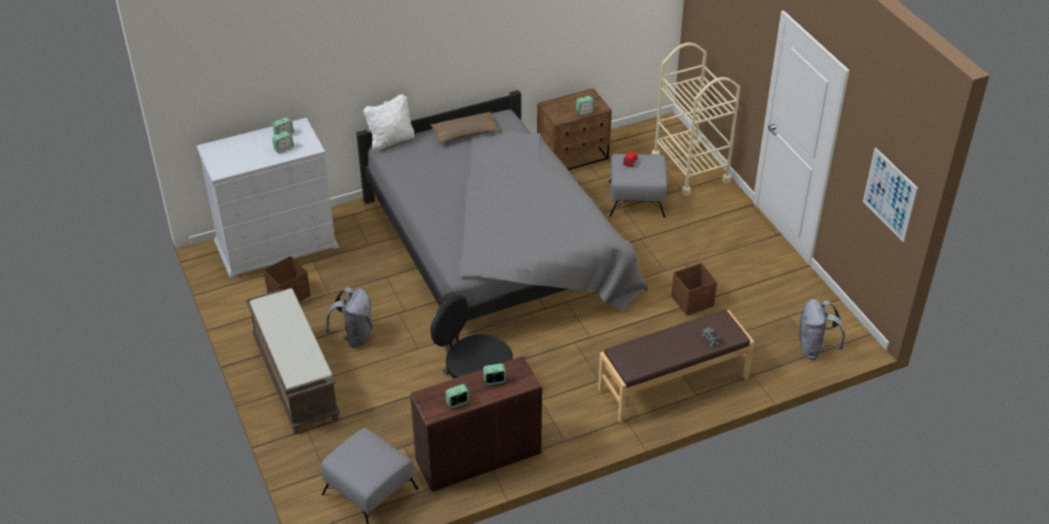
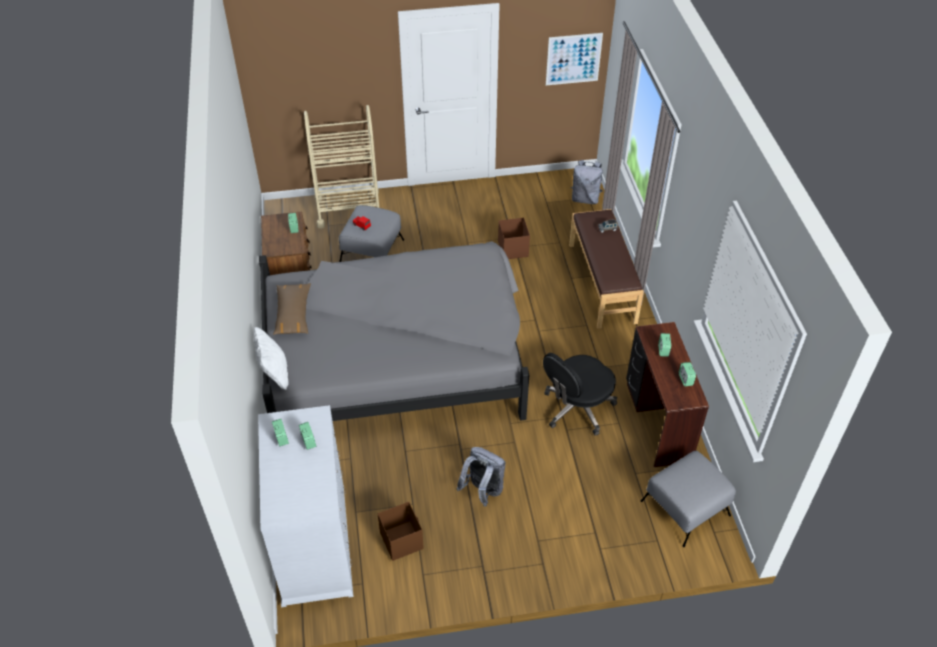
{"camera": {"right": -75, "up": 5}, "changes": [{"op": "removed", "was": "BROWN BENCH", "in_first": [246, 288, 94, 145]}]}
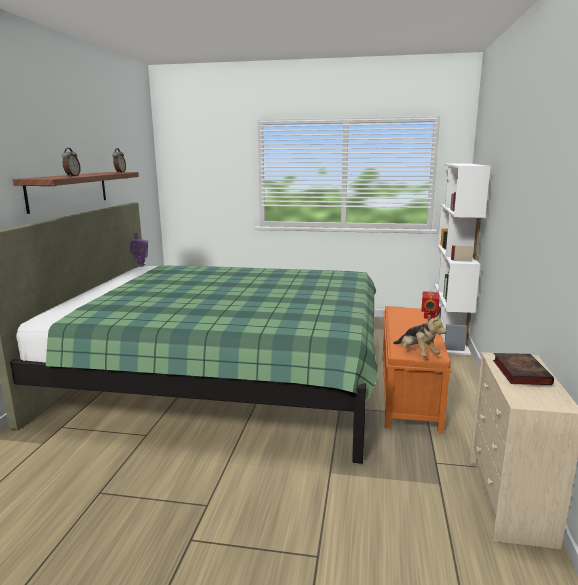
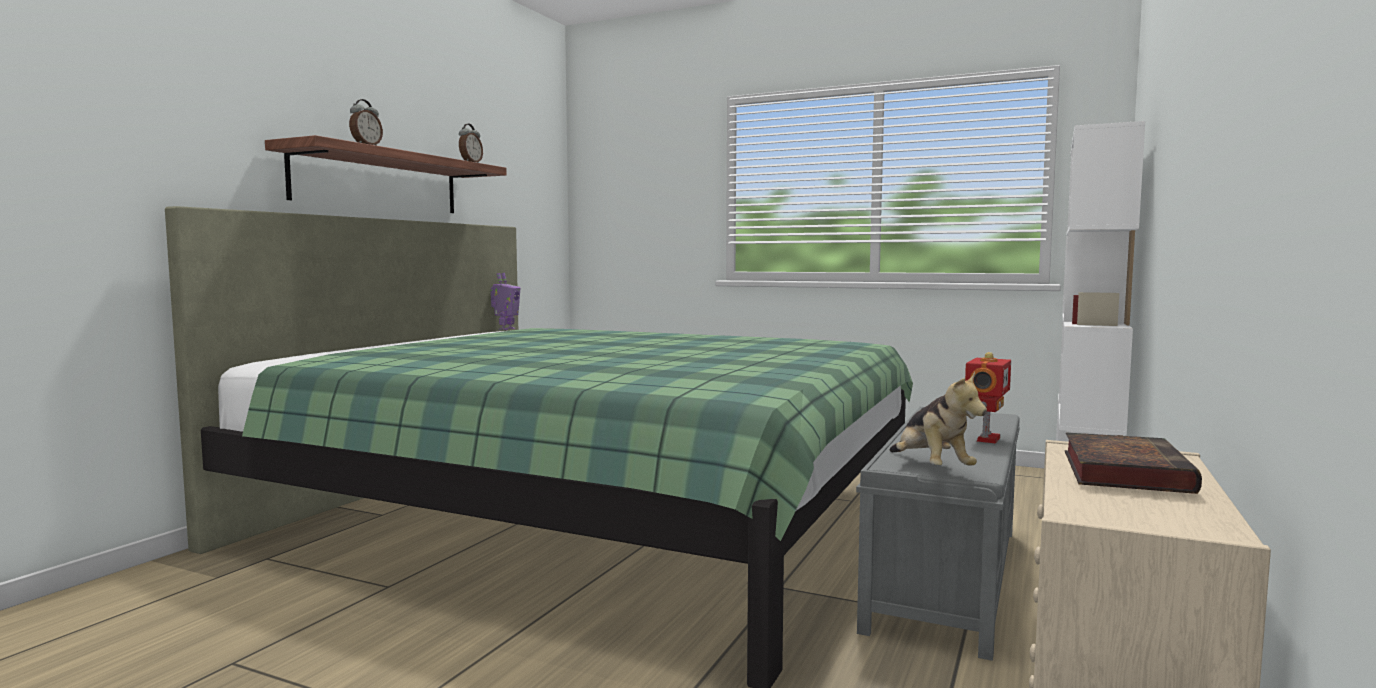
{"camera": {"right": 15, "up": -10}, "changes": [{"op": "recoloured", "was": "ORANGE BENCH", "now": "GREY BENCH", "in_first": [383, 306, 69, 127], "in_second": [856, 407, 164, 254]}]}
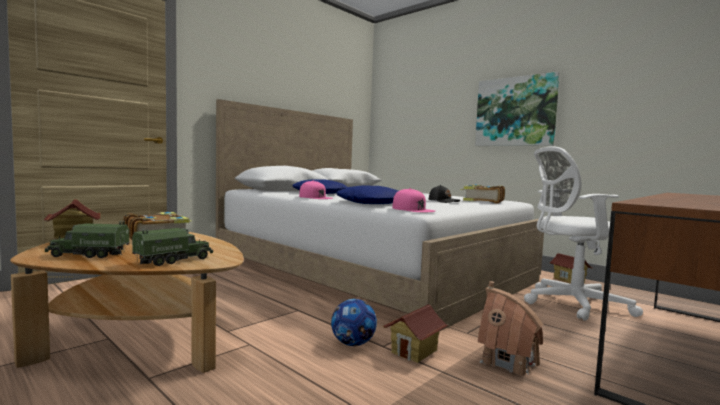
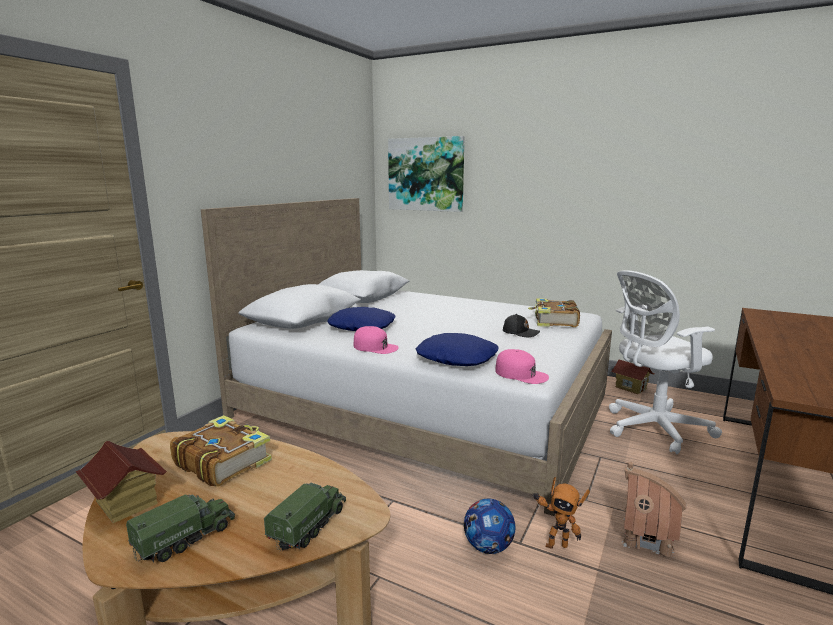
{"camera": {"right": -15, "up": 10}, "changes": [{"op": "moved", "was": "PICTURE", "in_first": [475, 72, 85, 74], "in_second": [388, 136, 77, 76]}, {"op": "replaced", "was": "TOY HOUSE", "now": "TOY ROBOT", "in_first": [383, 304, 65, 59], "in_second": [532, 477, 58, 72]}, {"op": "turned", "was": "TOY TRUCK", "in_first": [44, 220, 86, 38], "in_second": [126, 494, 109, 68], "clockwise": 150}]}
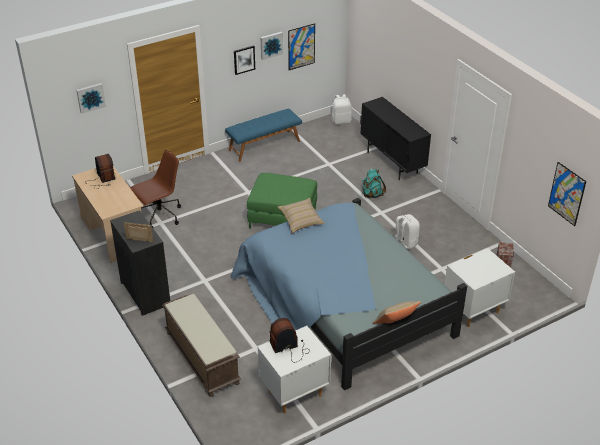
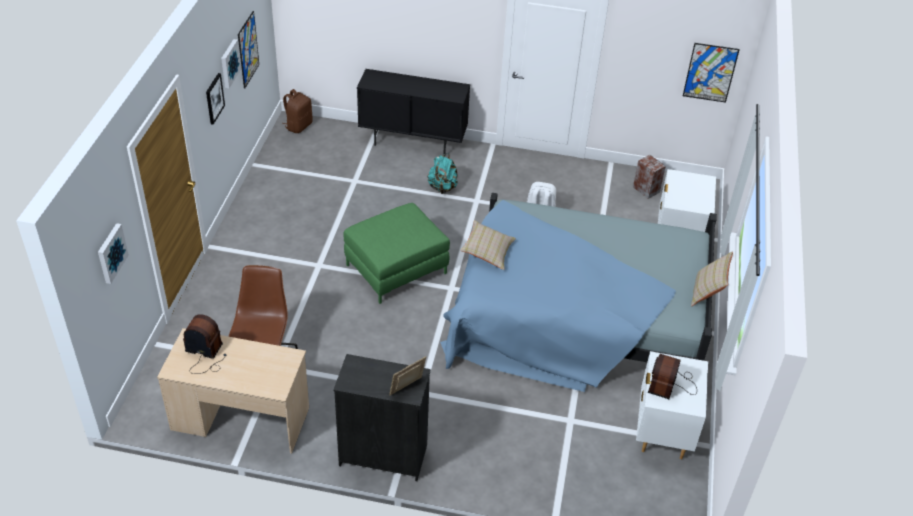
{"camera": {"right": -50, "up": 5}, "changes": [{"op": "removed", "was": "BROWN BENCH", "in_first": [162, 293, 79, 104]}, {"op": "removed", "was": "BLUE BENCH", "in_first": [225, 109, 77, 53]}, {"op": "recoloured", "was": "WHITE BACKPACK", "now": "BROWN BACKPACK", "in_first": [331, 94, 21, 31], "in_second": [282, 89, 31, 44]}]}
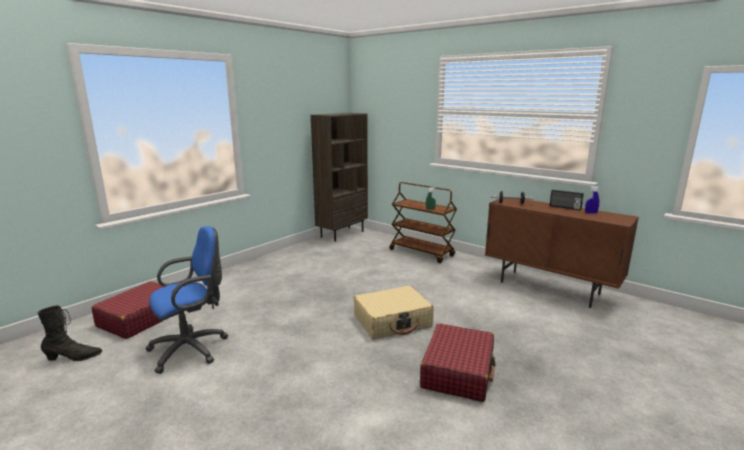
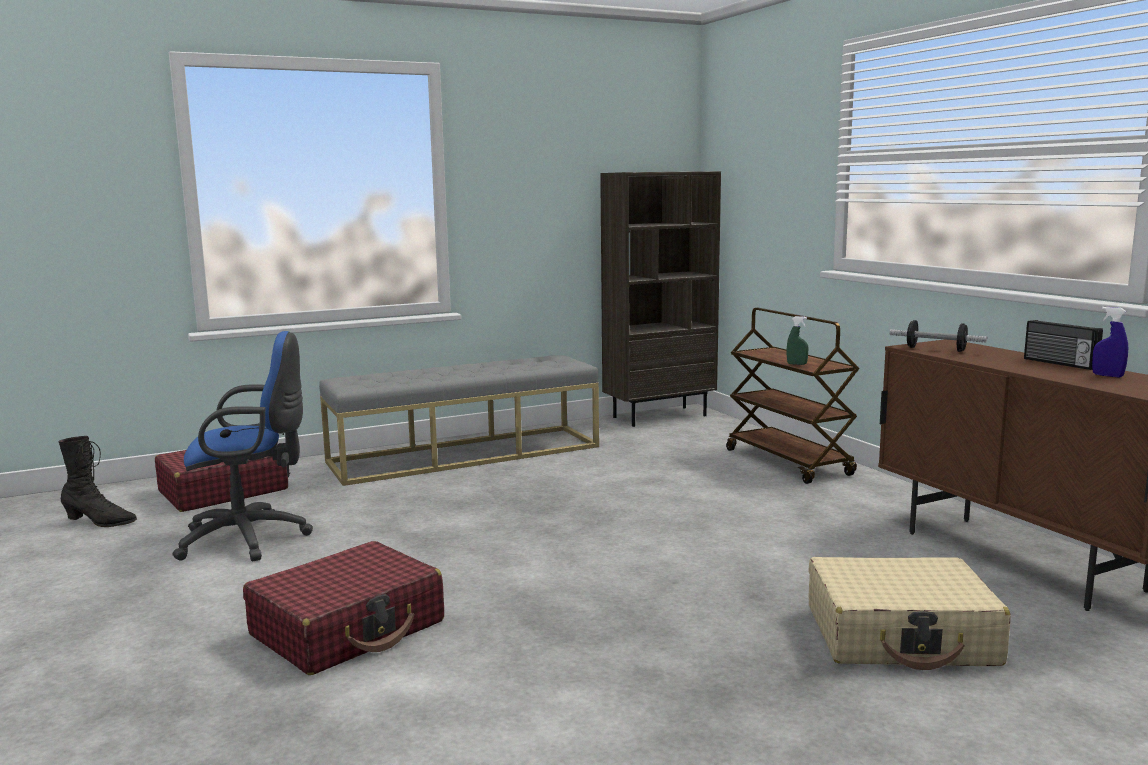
{"camera": {"right": 25, "up": -5}, "changes": [{"op": "added", "now": "GREY BENCH", "in_second": [319, 355, 280, 131]}, {"op": "moved", "was": "BEIGE SUITCASE", "in_first": [354, 286, 80, 53], "in_second": [808, 557, 203, 113]}, {"op": "moved", "was": "RED SUITCASE", "in_first": [420, 323, 76, 79], "in_second": [243, 541, 201, 134]}]}
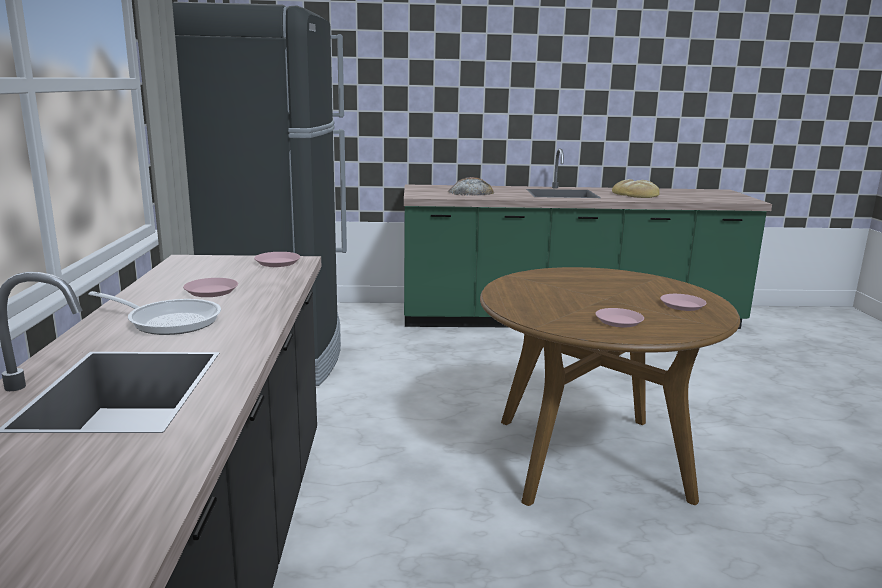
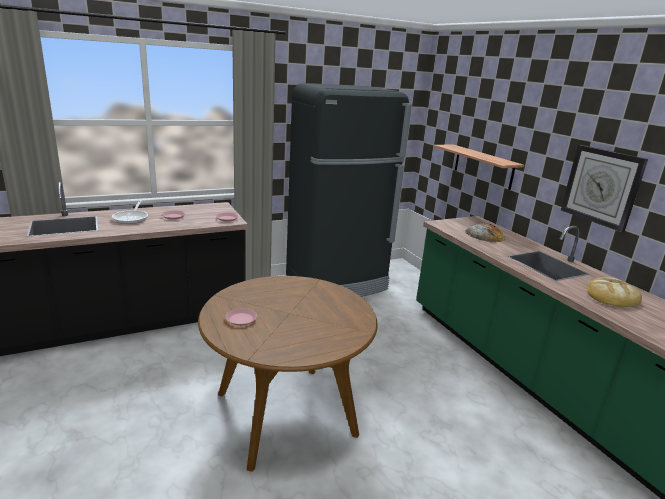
{"camera": {"right": 65, "up": 5}, "changes": [{"op": "removed", "was": "PINK PLATE", "in_first": [660, 294, 47, 17]}, {"op": "added", "now": "SHELF", "in_second": [434, 144, 90, 46]}, {"op": "added", "now": "WALL CLOCK", "in_second": [561, 145, 87, 87]}]}
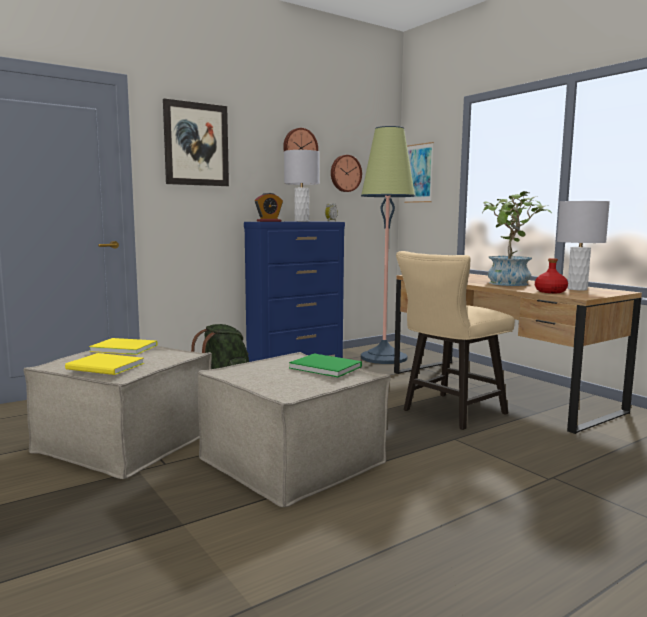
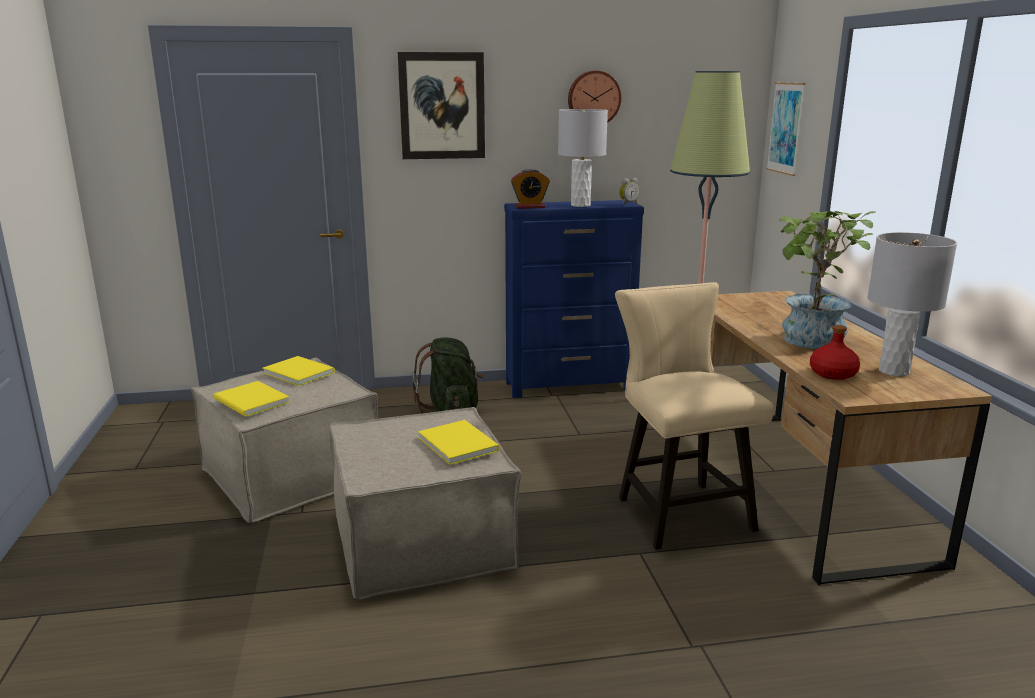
{"camera": {"right": 25, "up": 10}, "changes": [{"op": "removed", "was": "WALL CLOCK", "in_first": [331, 155, 31, 37]}, {"op": "recoloured", "was": "GREEN BOOK", "now": "YELLOW BOOK", "in_first": [289, 354, 73, 23], "in_second": [418, 420, 82, 45]}, {"op": "turned", "was": "BEIGE CHAIR", "in_first": [396, 251, 119, 179], "in_second": [615, 282, 159, 268], "clockwise": 90}]}
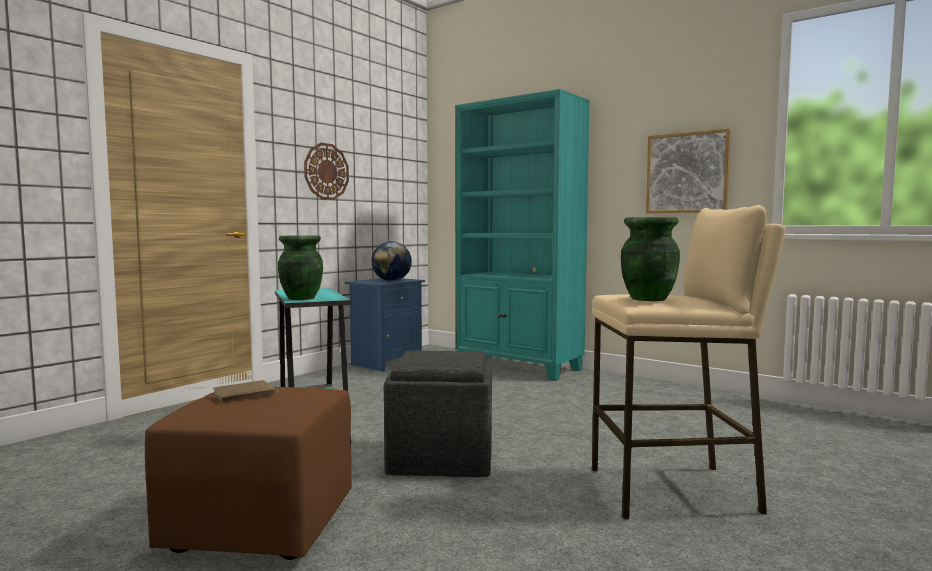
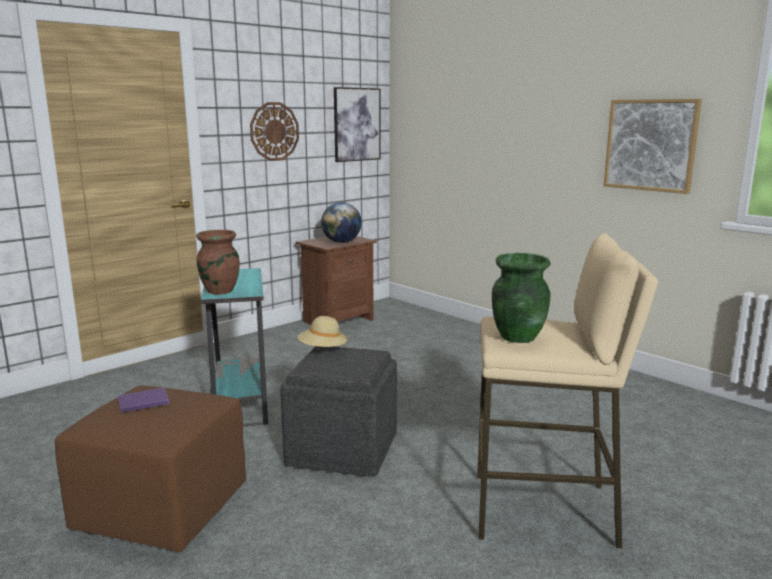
{"camera": {"right": 10, "up": 10}, "changes": [{"op": "removed", "was": "TURQUOISE BOOKCASE", "in_first": [455, 89, 135, 292]}, {"op": "added", "now": "BEIGE HAT", "in_second": [298, 316, 50, 34]}, {"op": "added", "now": "PICTURE", "in_second": [334, 87, 47, 75]}, {"op": "recoloured", "was": "BROWN BOOK", "now": "PURPLE BOOK", "in_first": [213, 380, 65, 22], "in_second": [118, 387, 53, 26]}, {"op": "recoloured", "was": "GREEN VASE", "now": "BROWN VASE", "in_first": [278, 235, 45, 65], "in_second": [196, 230, 44, 64]}, {"op": "recoloured", "was": "BLUE NIGHTSTAND", "now": "BROWN NIGHTSTAND", "in_first": [344, 278, 81, 94], "in_second": [296, 236, 81, 89]}]}
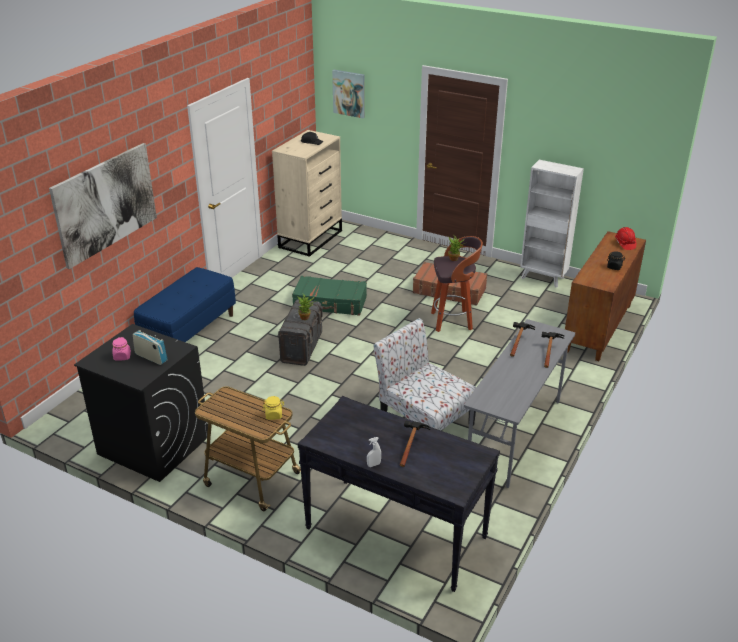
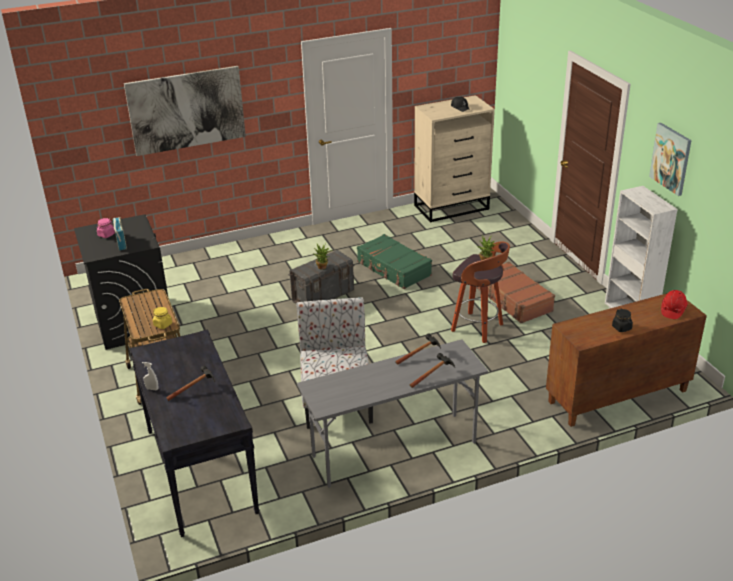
{"camera": {"right": 40, "up": 0}, "changes": [{"op": "removed", "was": "BLUE BENCH", "in_first": [134, 267, 102, 75]}, {"op": "moved", "was": "PICTURE", "in_first": [332, 70, 33, 48], "in_second": [649, 123, 42, 73]}]}
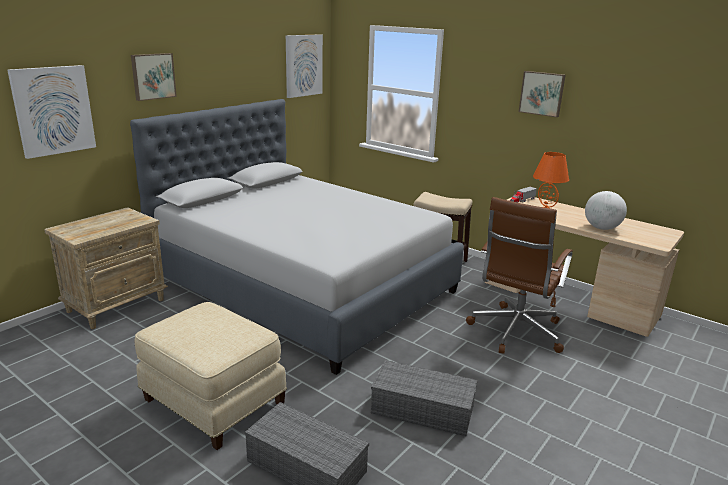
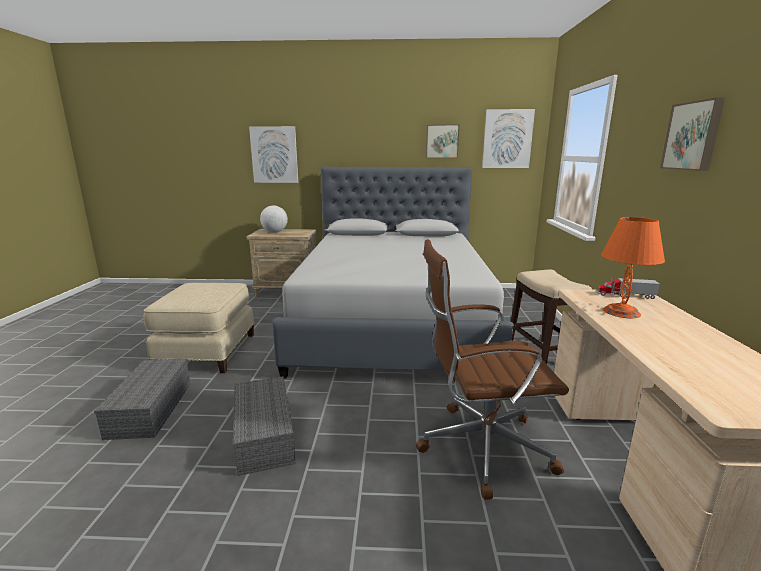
{"camera": {"right": 55, "up": -5}, "changes": [{"op": "moved", "was": "PICTURE", "in_first": [131, 53, 46, 48], "in_second": [426, 125, 33, 33]}, {"op": "moved", "was": "GLOBE", "in_first": [585, 191, 42, 39], "in_second": [260, 205, 28, 27]}]}
